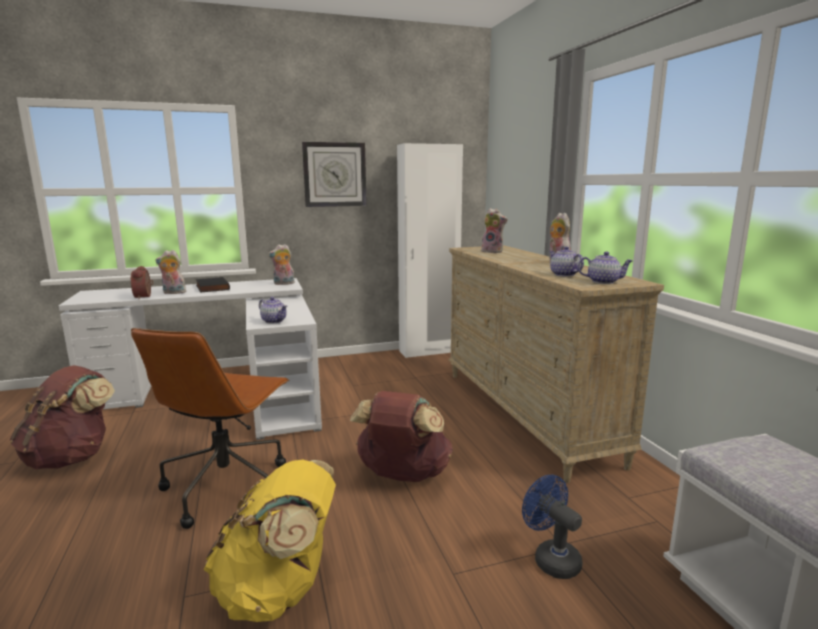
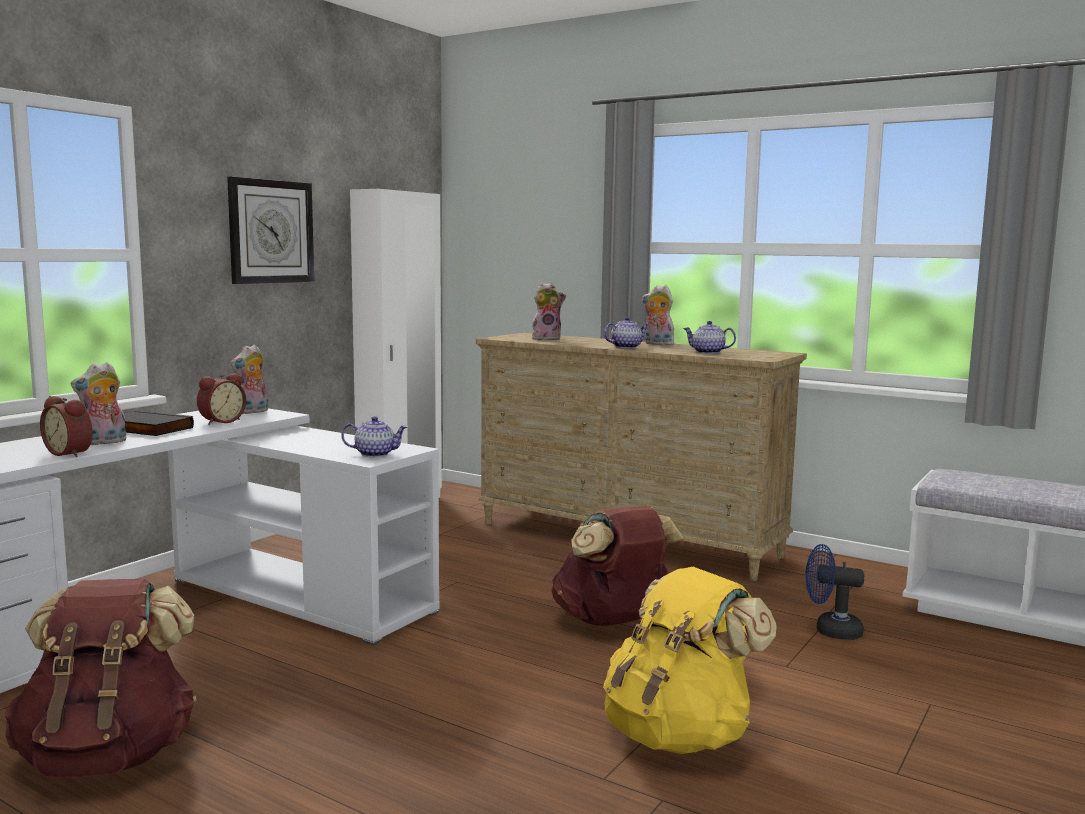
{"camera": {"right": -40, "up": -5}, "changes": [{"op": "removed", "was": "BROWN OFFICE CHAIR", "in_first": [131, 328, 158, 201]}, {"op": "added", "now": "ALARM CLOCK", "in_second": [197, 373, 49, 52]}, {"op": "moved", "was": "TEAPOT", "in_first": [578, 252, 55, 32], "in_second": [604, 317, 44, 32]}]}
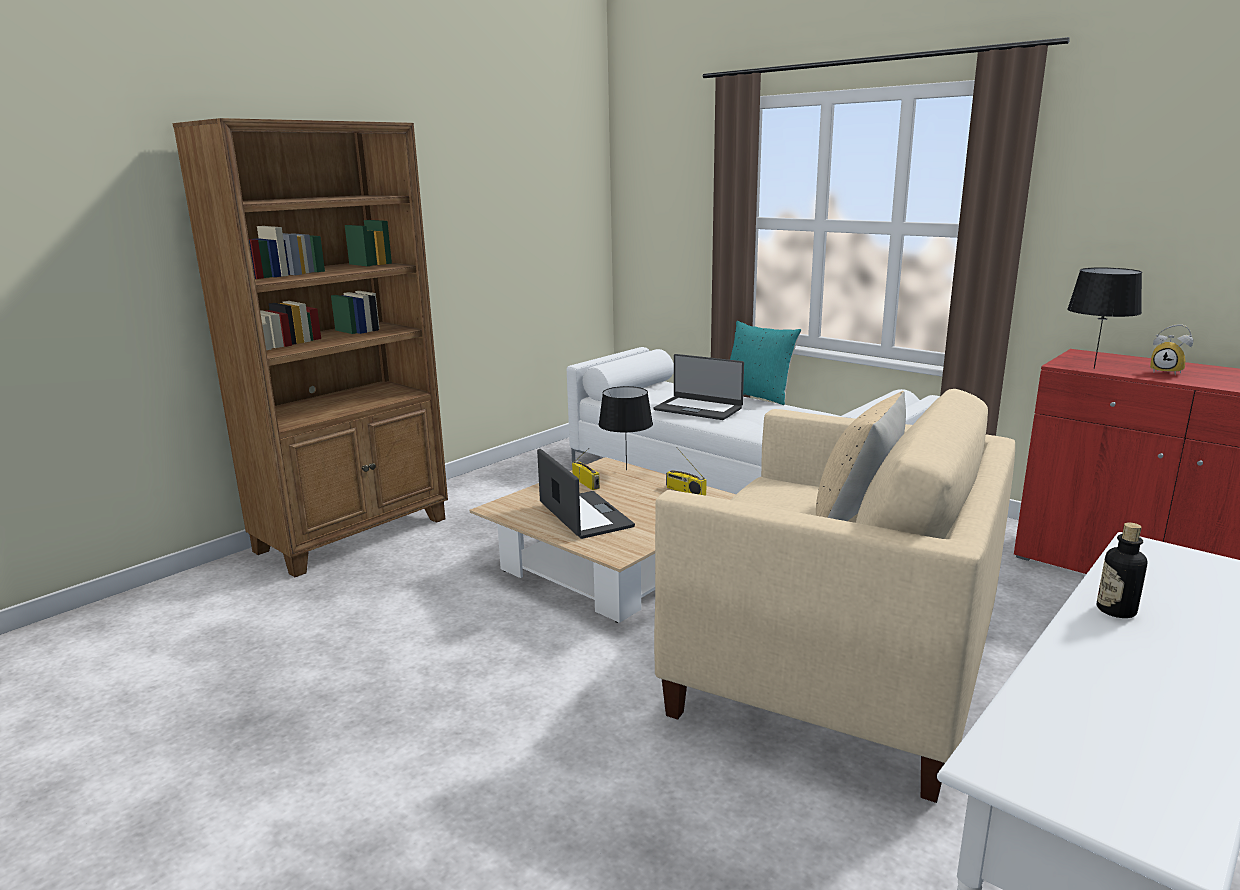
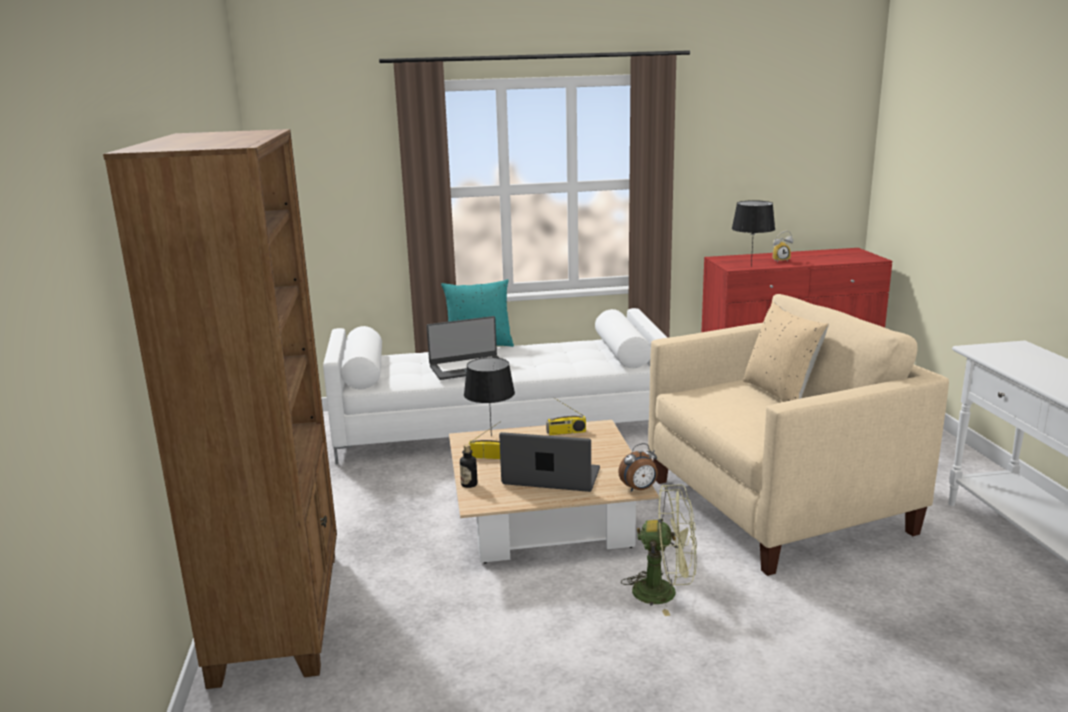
{"camera": {"right": -50, "up": 0}, "changes": [{"op": "added", "now": "ALARM CLOCK", "in_second": [618, 443, 40, 49]}, {"op": "added", "now": "GREEN FAN", "in_second": [621, 484, 76, 132]}, {"op": "moved", "was": "BOTTLE", "in_first": [1097, 522, 50, 96], "in_second": [460, 444, 17, 44]}]}
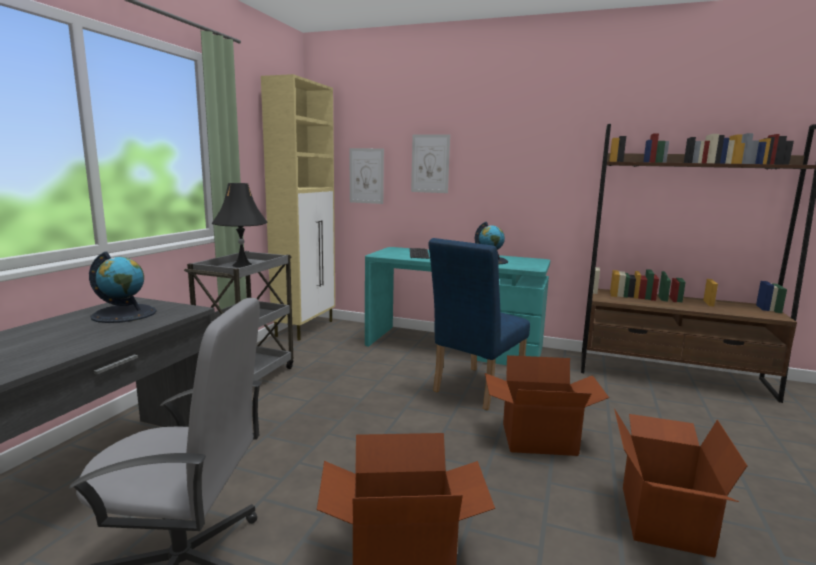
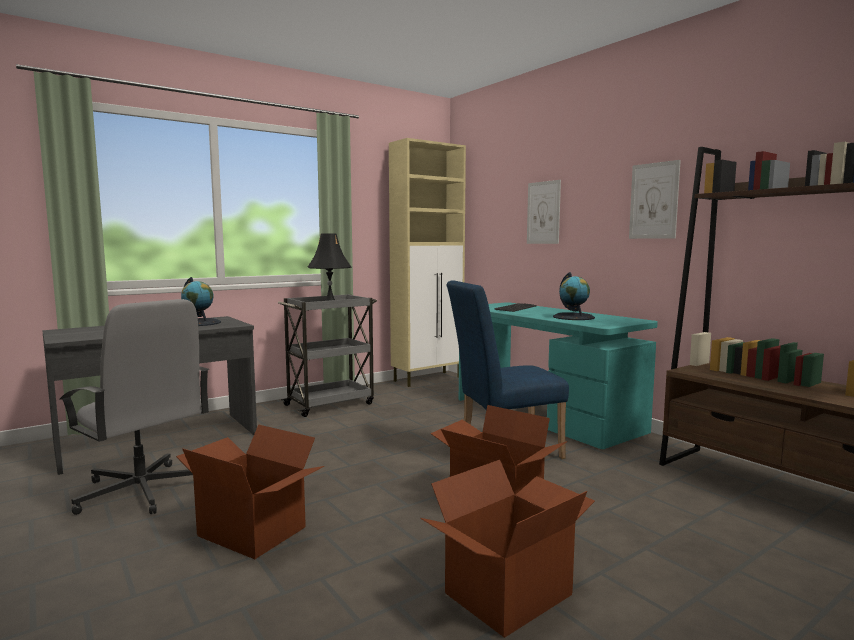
{"camera": {"right": 35, "up": -5}, "changes": [{"op": "moved", "was": "PICTURE", "in_first": [350, 148, 34, 56], "in_second": [629, 160, 52, 79]}]}
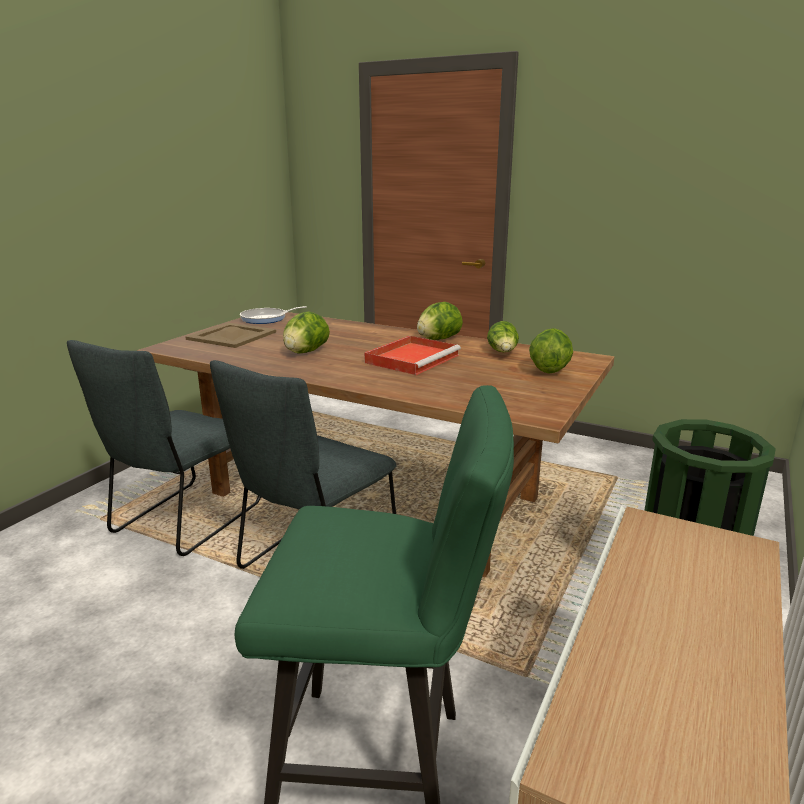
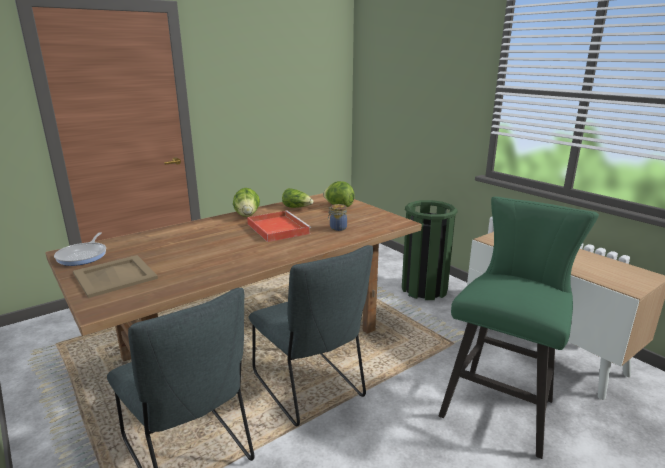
{"camera": {"right": -65, "up": 0}, "changes": [{"op": "removed", "was": "LETTUCE", "in_first": [283, 311, 47, 42]}, {"op": "added", "now": "JAR", "in_second": [328, 204, 19, 27]}]}
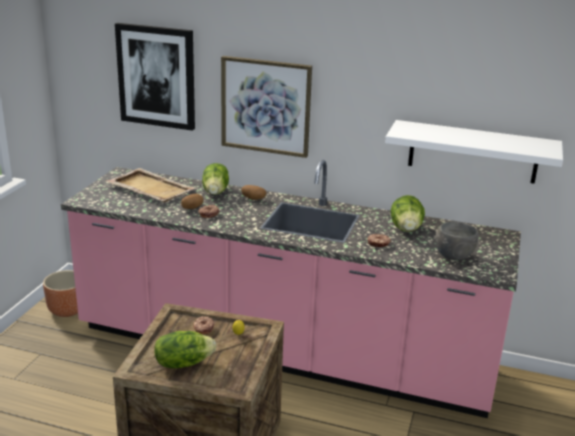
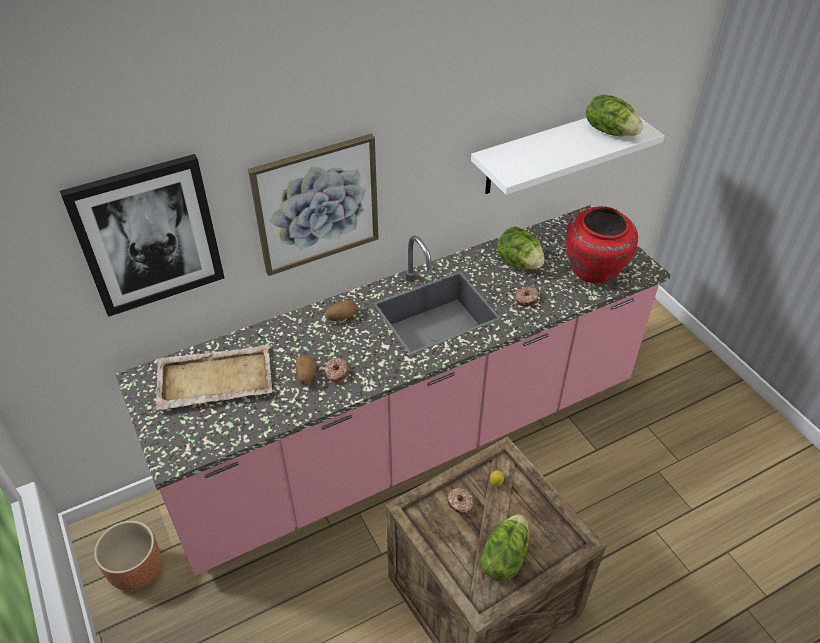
{"camera": {"right": -45, "up": 20}, "changes": [{"op": "moved", "was": "LETTUCE", "in_first": [202, 163, 27, 32], "in_second": [586, 95, 57, 41]}, {"op": "replaced", "was": "GREY BOWL", "now": "RED VASE", "in_first": [435, 221, 44, 39], "in_second": [566, 206, 72, 78]}]}
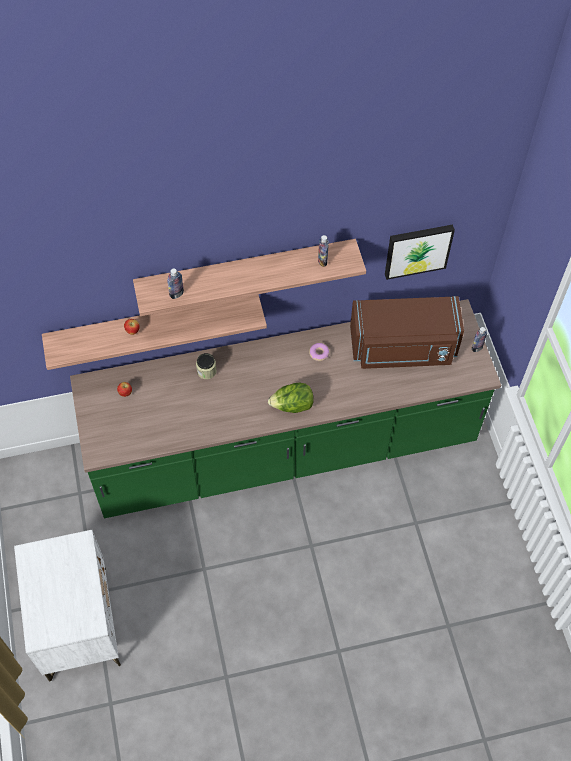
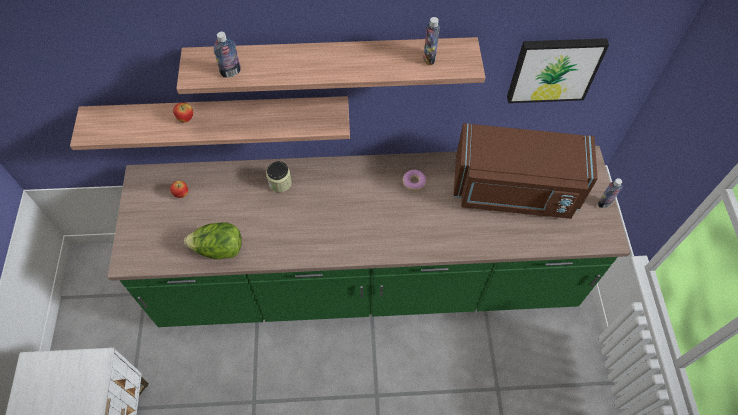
{"camera": {"right": 10, "up": 0}, "changes": [{"op": "moved", "was": "LETTUCE", "in_first": [268, 383, 46, 30], "in_second": [184, 222, 58, 37]}]}
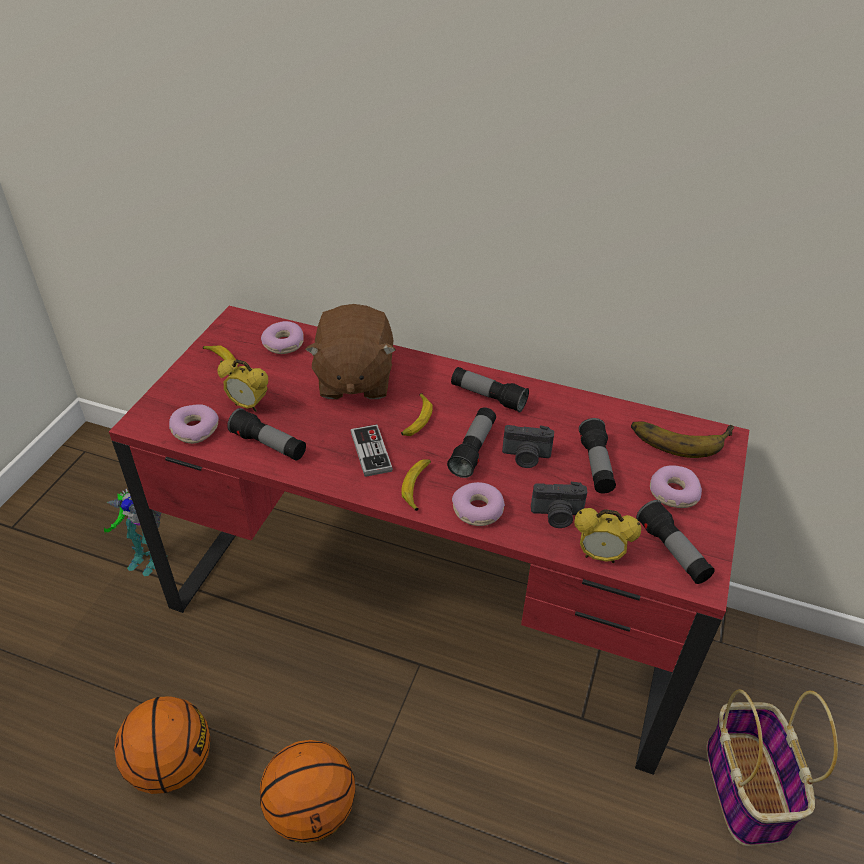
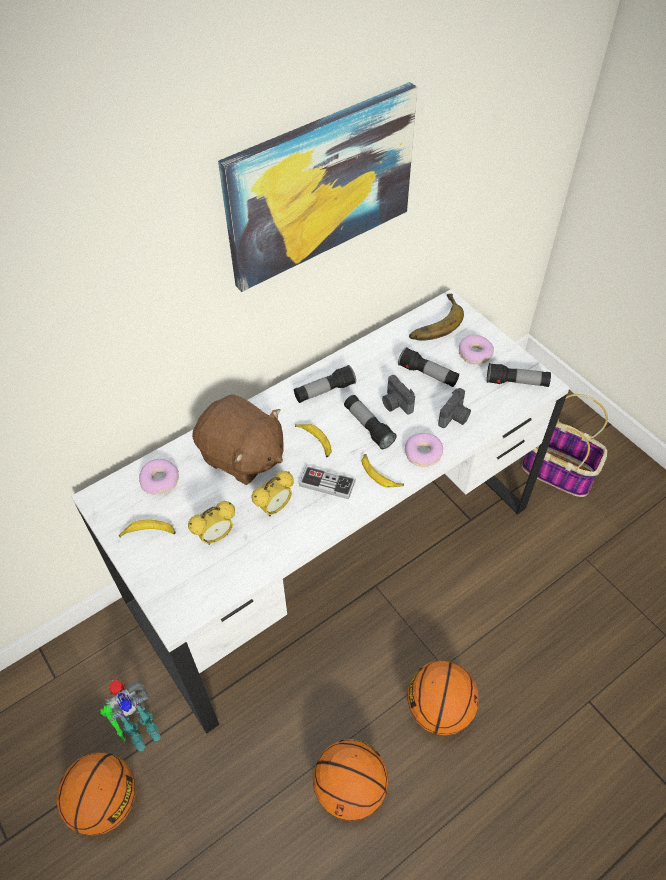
{"camera": {"right": -55, "up": 10}, "changes": [{"op": "removed", "was": "DONUT", "in_first": [169, 404, 50, 40]}, {"op": "removed", "was": "FLASHLIGHT", "in_first": [227, 408, 79, 53]}, {"op": "added", "now": "BASKETBALL", "in_second": [56, 752, 79, 84]}, {"op": "added", "now": "PICTURE", "in_second": [218, 82, 199, 210]}, {"op": "moved", "was": "ALARM CLOCK", "in_first": [574, 508, 67, 55], "in_second": [251, 471, 43, 45]}, {"op": "recoloured", "was": "RED DESK", "now": "WHITE DESK", "in_first": [109, 306, 640, 469], "in_second": [71, 289, 499, 445]}, {"op": "turned", "was": "PHOTO CAMERA", "in_first": [502, 425, 52, 43], "in_second": [382, 375, 33, 40], "clockwise": 105}]}
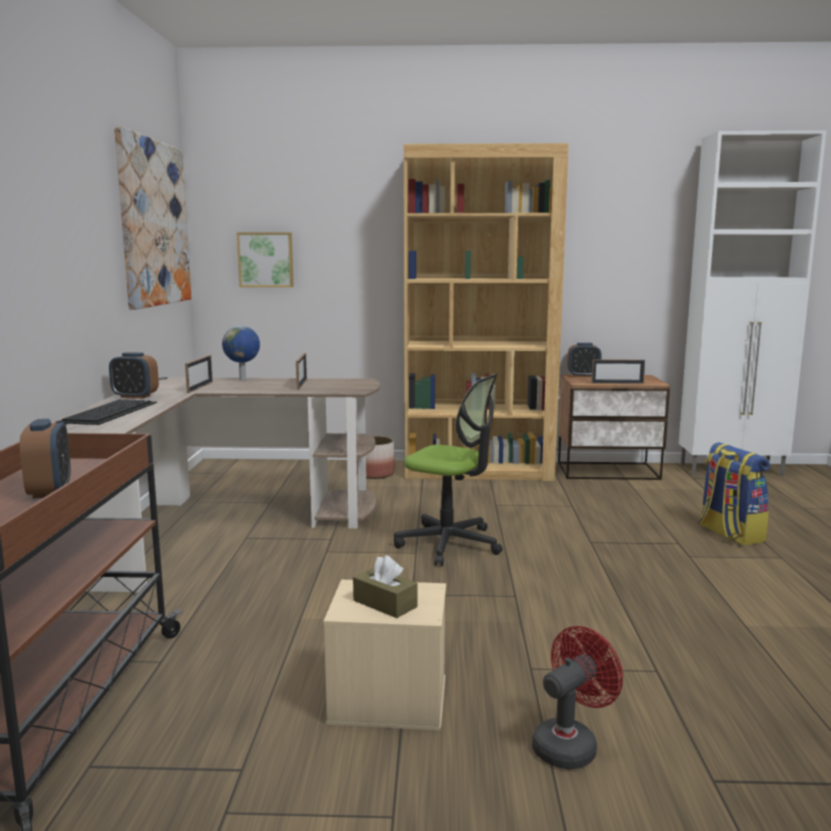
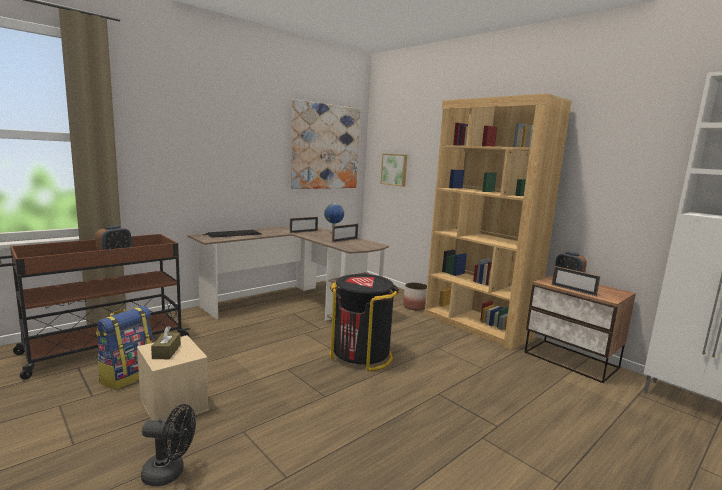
{"camera": {"right": 45, "up": 0}, "changes": [{"op": "removed", "was": "ALARM CLOCK", "in_first": [109, 352, 50, 47]}, {"op": "moved", "was": "BACKPACK", "in_first": [698, 443, 72, 103], "in_second": [96, 306, 58, 84]}, {"op": "replaced", "was": "OFFICE CHAIR", "now": "BLACK TRASH CAN", "in_first": [394, 374, 109, 192], "in_second": [329, 274, 70, 97]}, {"op": "recoloured", "was": "RED FAN", "now": "BLACK FAN", "in_first": [532, 626, 91, 144], "in_second": [141, 404, 55, 82]}]}
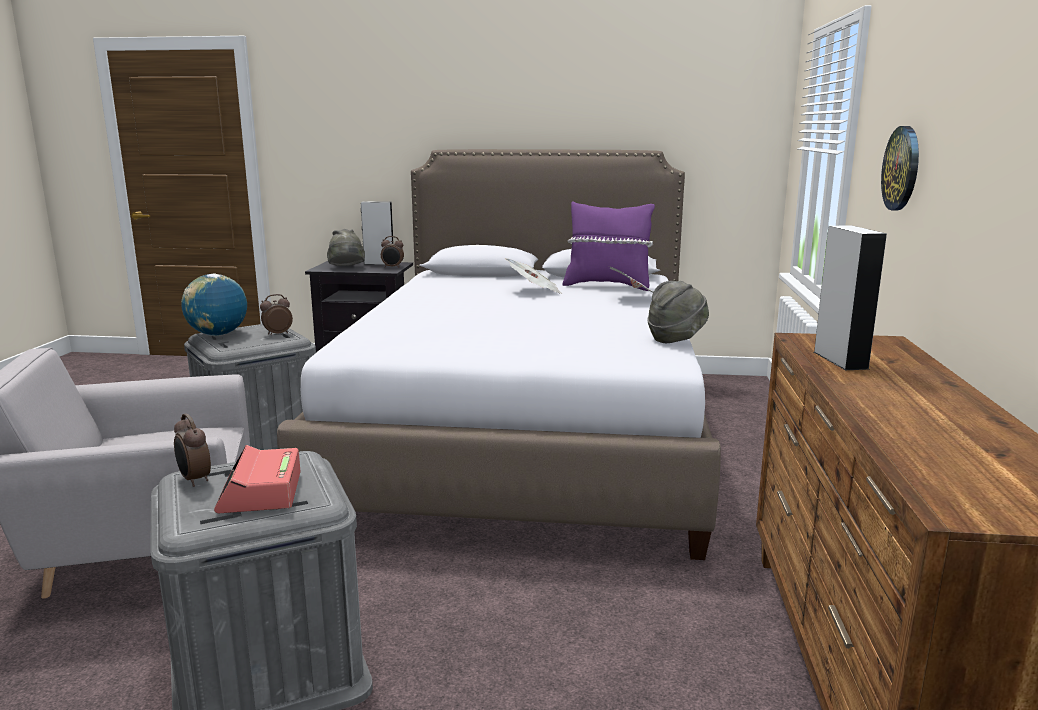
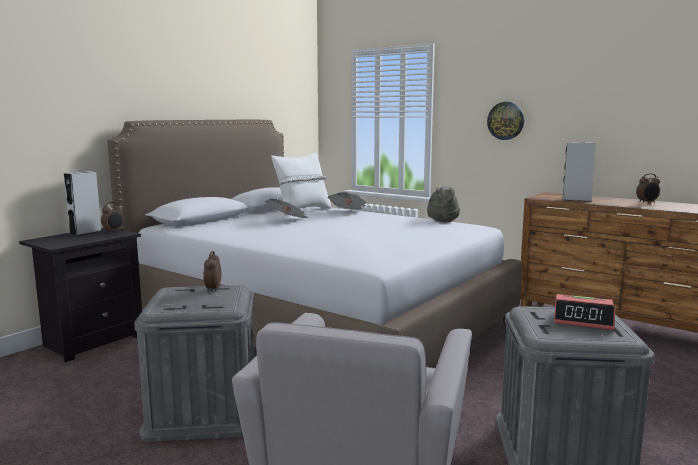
{"camera": {"right": -60, "up": -5}, "changes": [{"op": "removed", "was": "GLOBE", "in_first": [181, 274, 66, 62]}, {"op": "removed", "was": "GREY HAT", "in_first": [327, 229, 38, 37]}, {"op": "moved", "was": "ALARM CLOCK", "in_first": [174, 413, 37, 74], "in_second": [636, 173, 24, 30]}, {"op": "recoloured", "was": "PURPLE PILLOW", "now": "WHITE PILLOW", "in_first": [563, 201, 92, 90], "in_second": [271, 153, 60, 62]}]}
